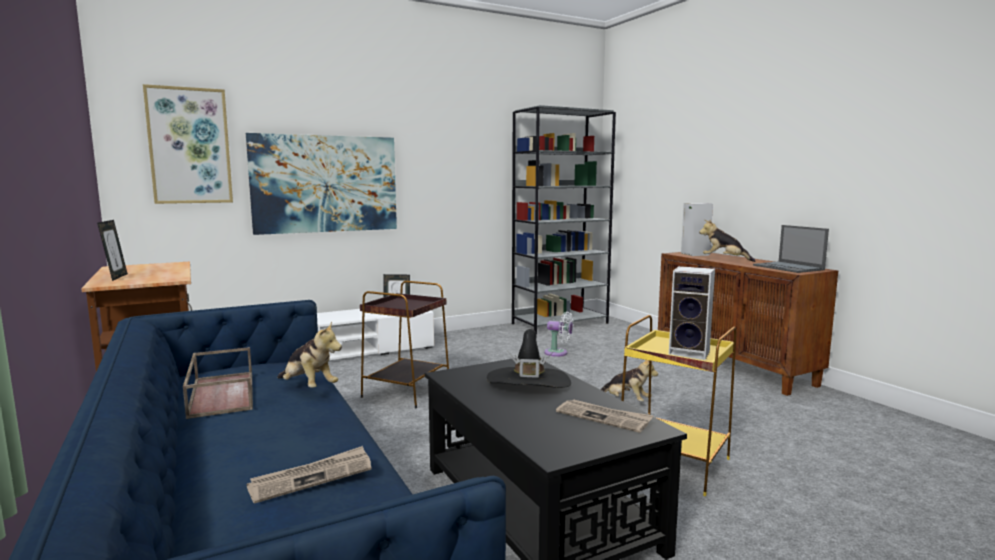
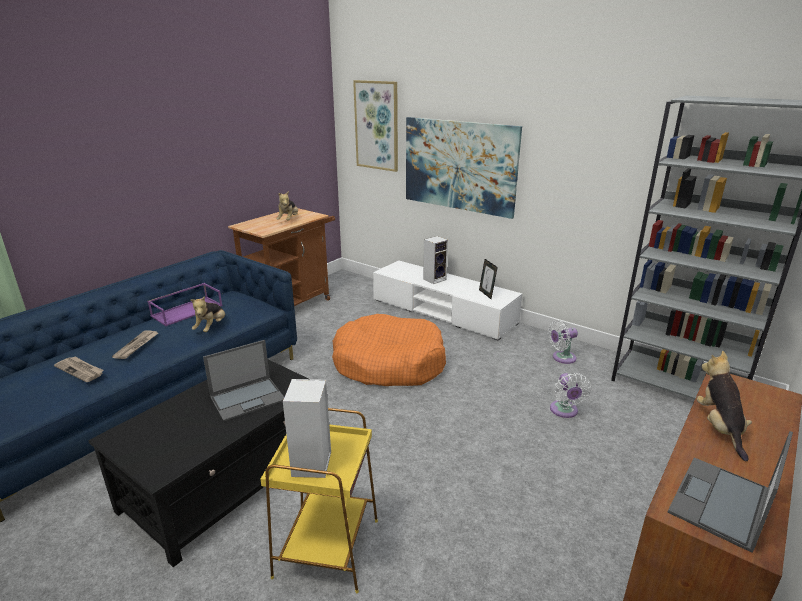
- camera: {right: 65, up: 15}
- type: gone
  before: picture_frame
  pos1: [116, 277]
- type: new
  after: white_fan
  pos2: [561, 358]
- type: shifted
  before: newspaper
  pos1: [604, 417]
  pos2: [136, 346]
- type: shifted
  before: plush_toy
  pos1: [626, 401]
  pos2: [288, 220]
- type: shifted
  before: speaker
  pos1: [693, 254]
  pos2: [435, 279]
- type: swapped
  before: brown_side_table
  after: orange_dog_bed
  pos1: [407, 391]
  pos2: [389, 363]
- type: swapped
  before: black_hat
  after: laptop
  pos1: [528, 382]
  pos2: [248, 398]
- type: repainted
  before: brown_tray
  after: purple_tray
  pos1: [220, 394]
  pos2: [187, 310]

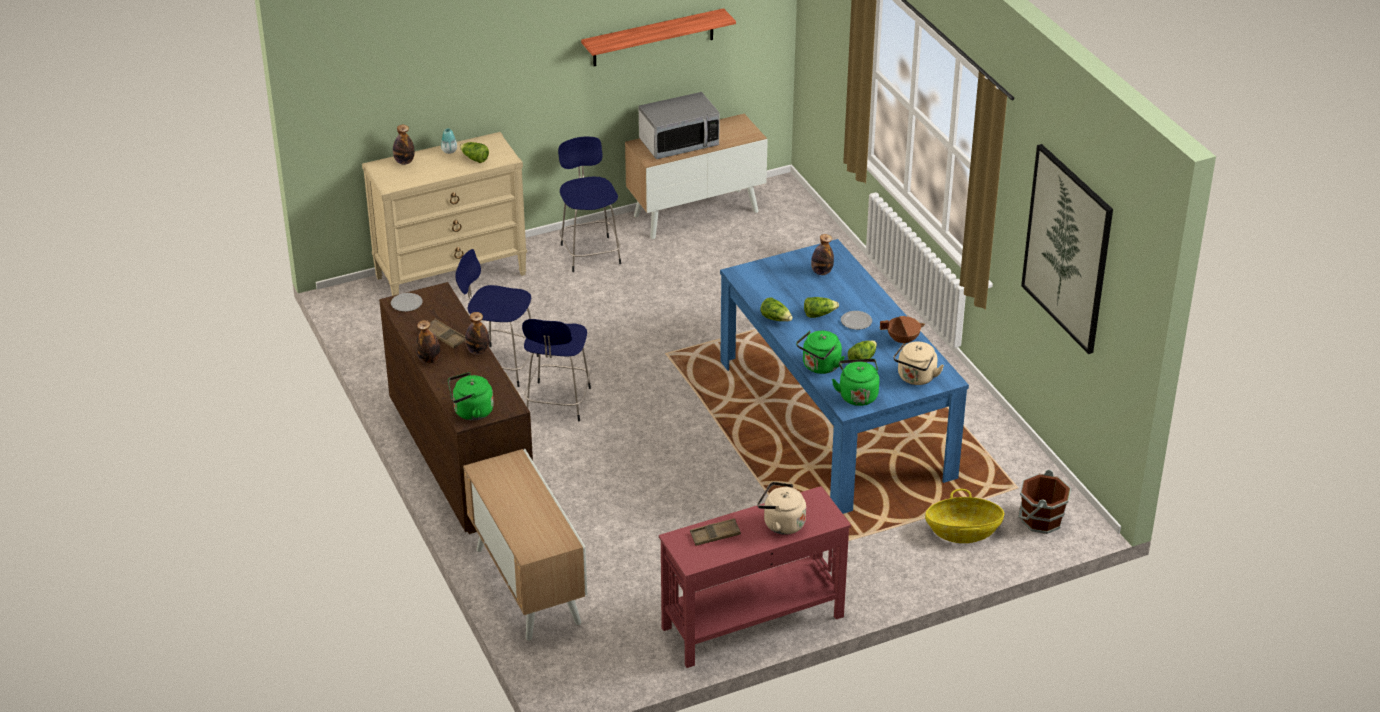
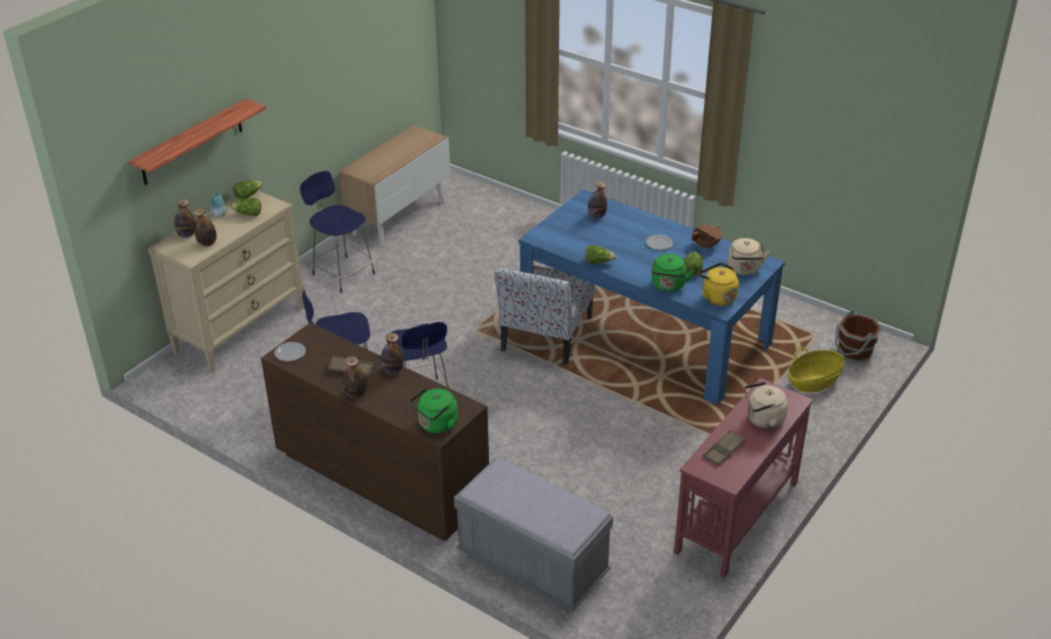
- camera: {right: -30, up: 0}
- type: gone
  before: microwave
  pos1: [679, 143]
- type: gone
  before: picture
  pos1: [1067, 248]
- type: new
  after: bottle
  pos2: [207, 243]
- type: new
  after: chair
  pos2: [545, 335]
- type: shifted
  before: shelf
  pos1: [653, 38]
  pos2: [192, 142]
- type: shifted
  before: lettuce
  pos1: [819, 314]
  pos2: [248, 195]
- type: swapped
  before: cabinet
  after: grey_bench
  pos1: [526, 585]
  pos2: [532, 565]
- type: repainted
  before: green_kettle
  after: yellow_kettle
  pos1: [857, 395]
  pos2: [717, 297]

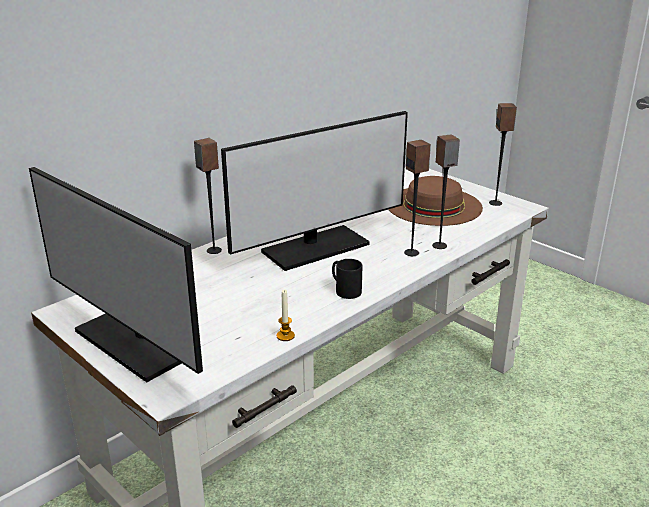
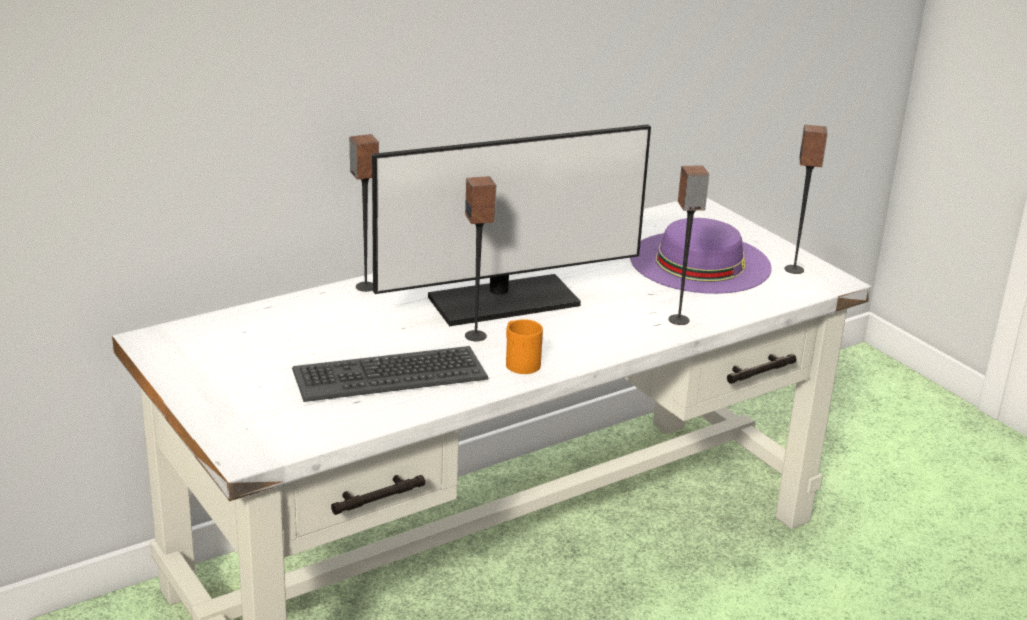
- camera: {right: 10, up: 0}
- type: gone
  before: monitor
  pos1: [134, 343]
- type: gone
  before: candle
  pos1: [285, 336]
- type: new
  after: keyboard
  pos2: [389, 374]
- type: shifted
  before: speaker
  pos1: [412, 252]
  pos2: [476, 336]
- type: repainted
  before: black_mug
  after: orange_mug
  pos1: [344, 290]
  pos2: [518, 362]
- type: repainted
  before: brown_hat
  after: purple_hat
  pos1: [434, 205]
  pos2: [700, 262]

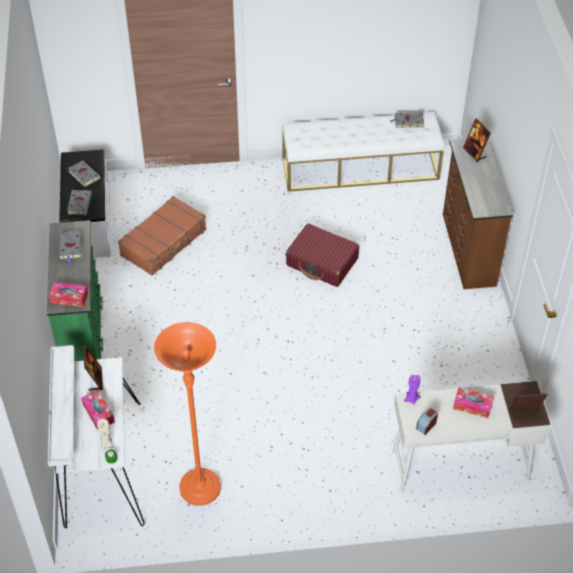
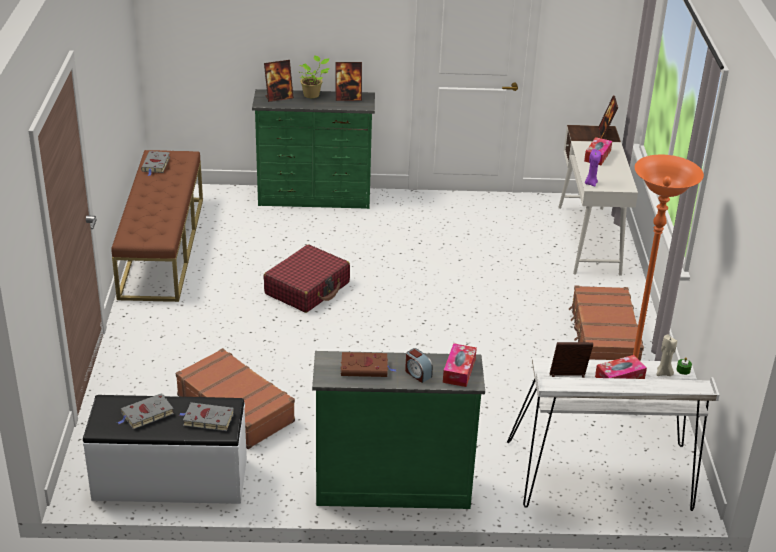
- camera: {right: -85, up: -15}
- type: new
  after: potted_plant
  pos2: [312, 95]
- type: new
  after: picture_frame
  pos2: [348, 98]
- type: new
  after: brown_suitcase
  pos2: [603, 337]
- type: shifted
  before: alarm_clock
  pos1: [426, 425]
  pos2: [417, 374]
- type: repainted
  before: grey_book
  after: brown_book
  pos1: [71, 247]
  pos2: [366, 368]
- type: repainted
  before: white_bench
  after: brown_bench
  pos1: [360, 169]
  pos2: [162, 247]
- type: repainted
  before: brown_dresser
  after: green_dresser
  pos1: [467, 250]
  pos2: [315, 199]

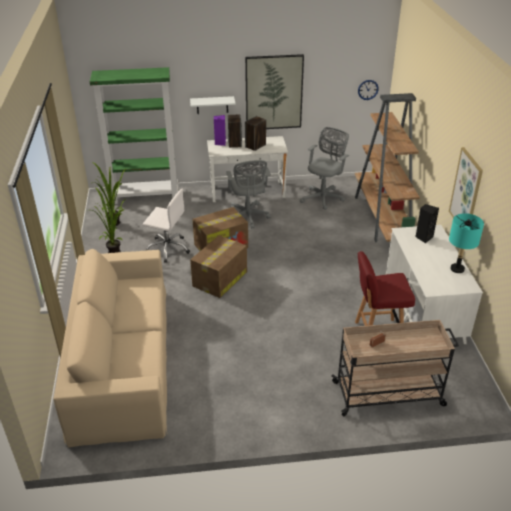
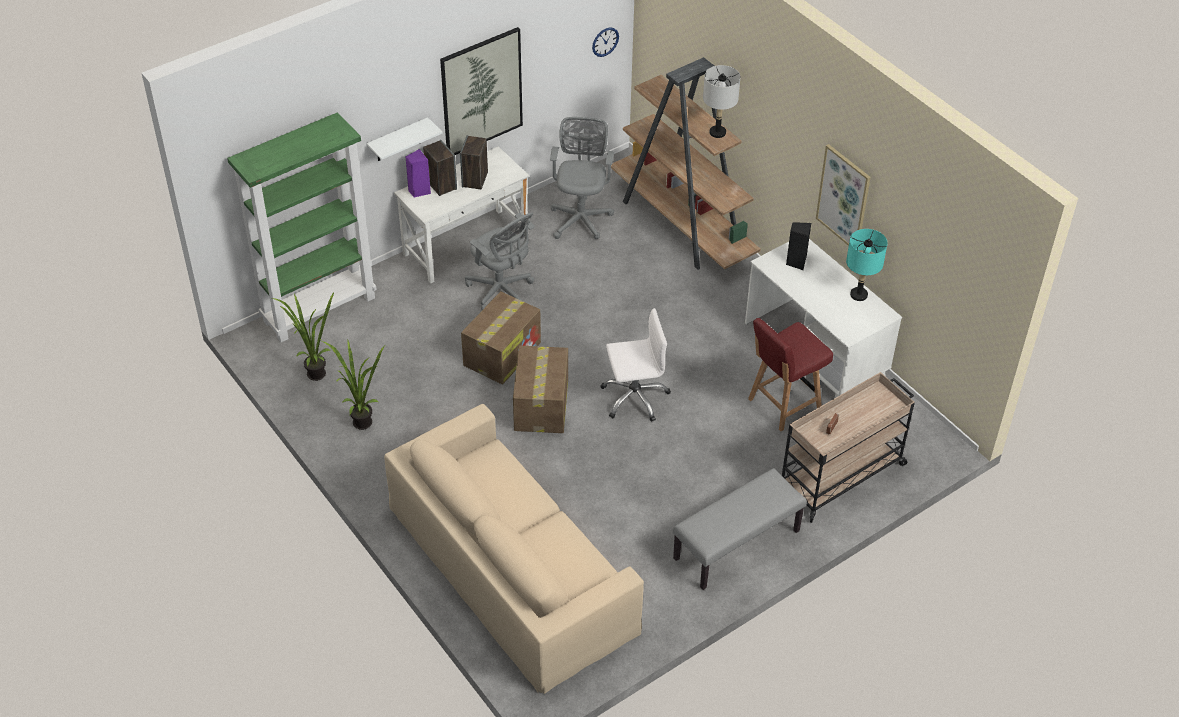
- camera: {right: -30, up: 10}
- type: new
  after: grey_bench
  pos2: [737, 545]
- type: new
  after: grey_table_lamp
  pos2: [717, 133]
- type: shifted
  before: white_office_chair
  pos1: [168, 248]
  pos2: [634, 397]

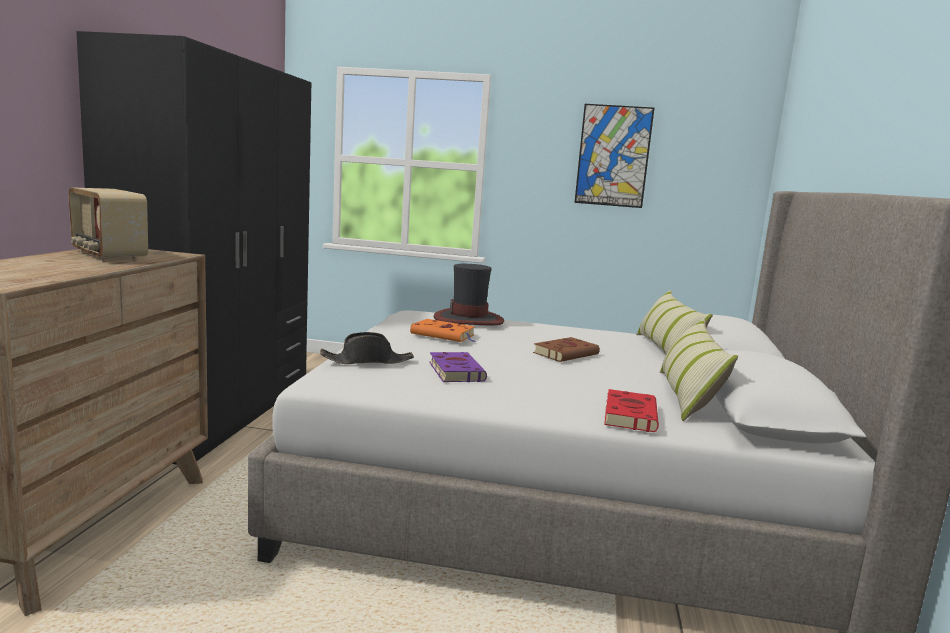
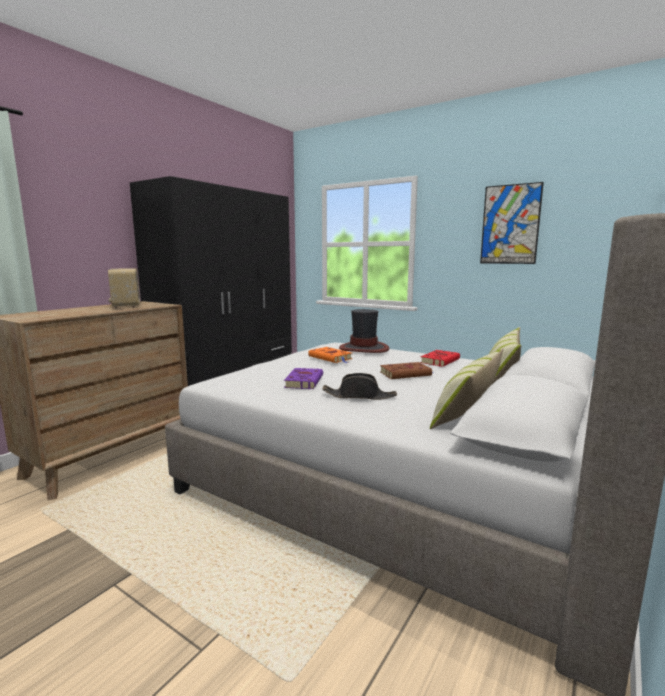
- camera: {right: 25, up: 0}
- type: shifted
  before: black_hat
  pos1: [367, 361]
  pos2: [359, 396]
- type: shifted
  before: red_book
  pos1: [629, 415]
  pos2: [440, 361]

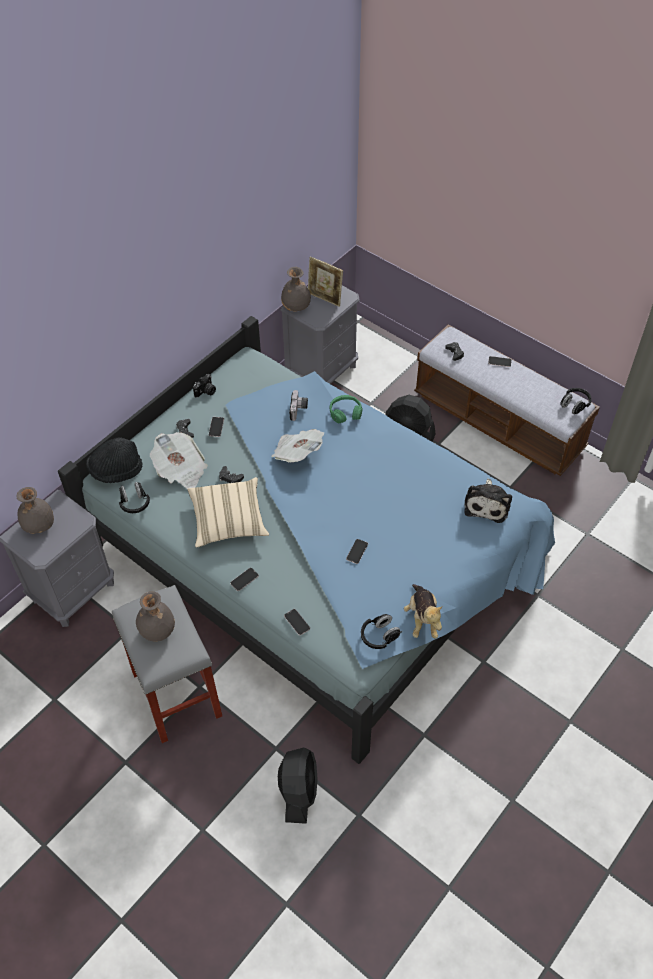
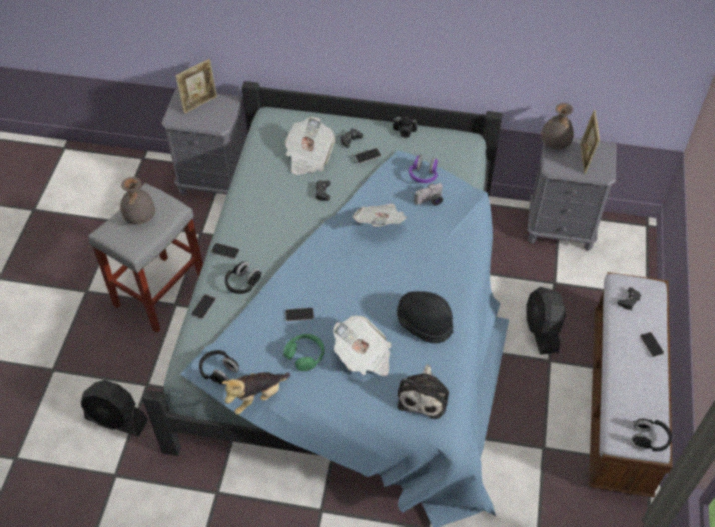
- camera: {right: 60, up: 0}
- type: gone
  before: beige_pillow
  pos1: [228, 520]
- type: new
  after: newspaper
  pos2: [363, 356]
- type: new
  after: purple_headphones
  pos2: [423, 175]
- type: shifted
  before: black_hat
  pos1: [116, 471]
  pos2: [424, 323]
- type: shifted
  before: black_headphones
  pos1: [135, 503]
  pos2: [243, 283]
- type: shifted
  before: green_headphones
  pos1: [345, 412]
  pos2: [305, 355]
- type: swapped
  before: grey_vase
  after: picture_frame
  pos1: [38, 525]
  pos2: [200, 103]
- type: rotated
  before: black_fan
  pos1: [298, 790]
  pos2: [116, 419]
  turn: 45
- type: rotated
  before: plush_toy
  pos1: [487, 504]
  pos2: [424, 395]
  turn: -60

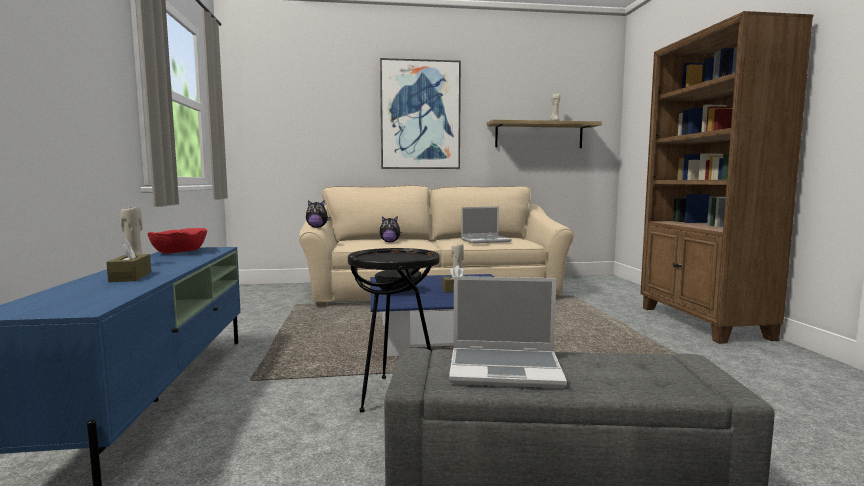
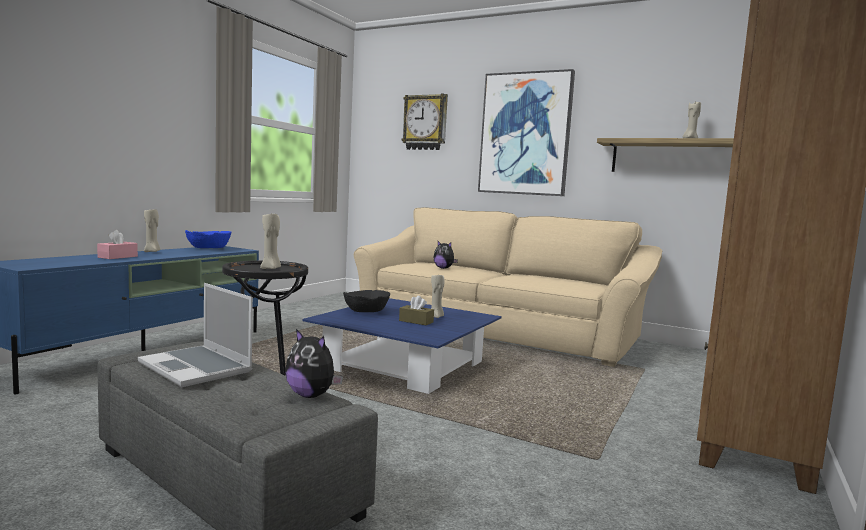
- camera: {right: 35, up: 0}
- type: gone
  before: laptop
  pos1: [485, 240]
- type: new
  after: beige_candle
  pos2: [271, 268]
- type: new
  after: wall_clock
  pos2: [425, 122]
- type: shifted
  before: plush_toy
  pos1: [317, 227]
  pos2: [311, 395]
- type: repainted
  before: brown_tissue_box
  after: pink_tissue_box
  pos1: [130, 277]
  pos2: [118, 257]
- type: repainted
  before: red_bowl
  after: blue_bowl
  pos1: [179, 252]
  pos2: [208, 248]

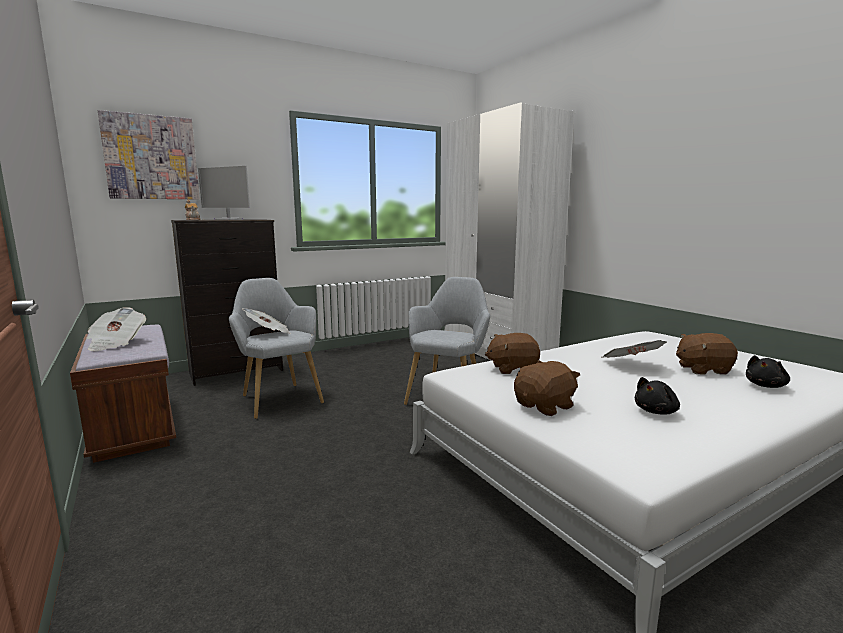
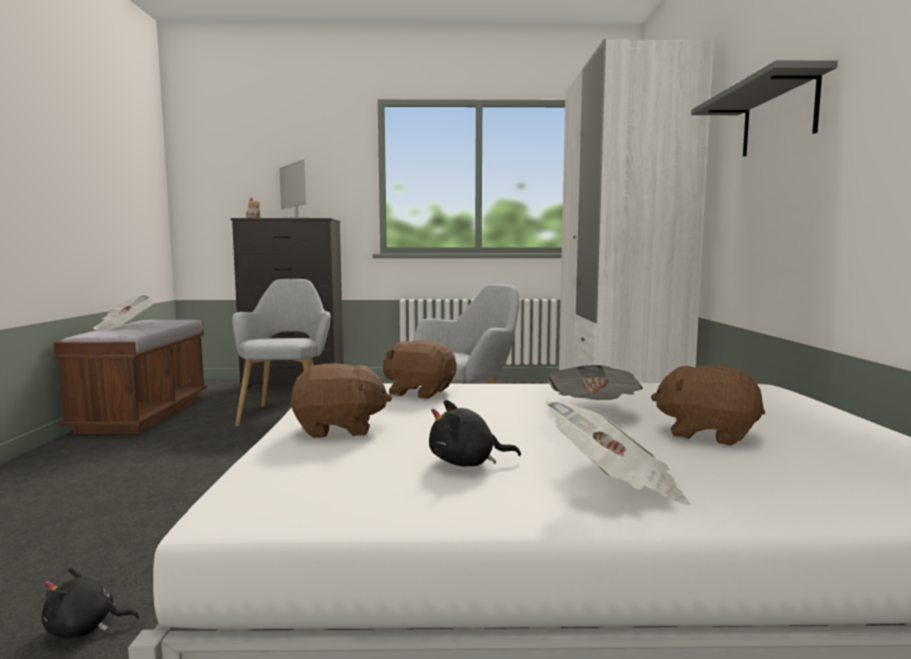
- camera: {right: 30, up: -5}
- type: gone
  before: picture
  pos1: [151, 157]
- type: new
  after: grey_shelf
  pos2: [778, 117]
- type: shifted
  before: newspaper
  pos1: [268, 333]
  pos2: [615, 486]
- type: shifted
  before: black_plush_toy
  pos1: [766, 385]
  pos2: [85, 628]

